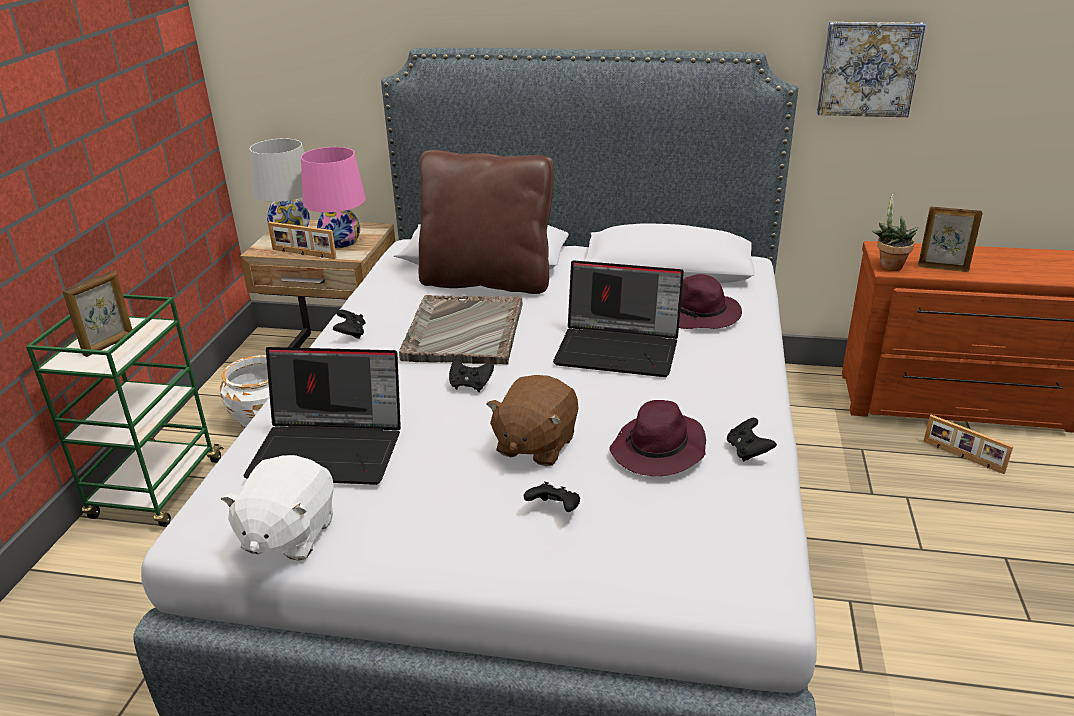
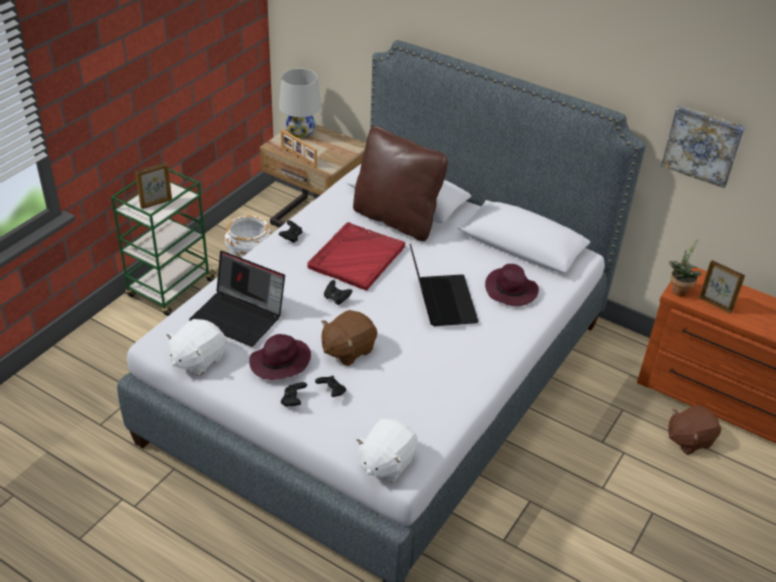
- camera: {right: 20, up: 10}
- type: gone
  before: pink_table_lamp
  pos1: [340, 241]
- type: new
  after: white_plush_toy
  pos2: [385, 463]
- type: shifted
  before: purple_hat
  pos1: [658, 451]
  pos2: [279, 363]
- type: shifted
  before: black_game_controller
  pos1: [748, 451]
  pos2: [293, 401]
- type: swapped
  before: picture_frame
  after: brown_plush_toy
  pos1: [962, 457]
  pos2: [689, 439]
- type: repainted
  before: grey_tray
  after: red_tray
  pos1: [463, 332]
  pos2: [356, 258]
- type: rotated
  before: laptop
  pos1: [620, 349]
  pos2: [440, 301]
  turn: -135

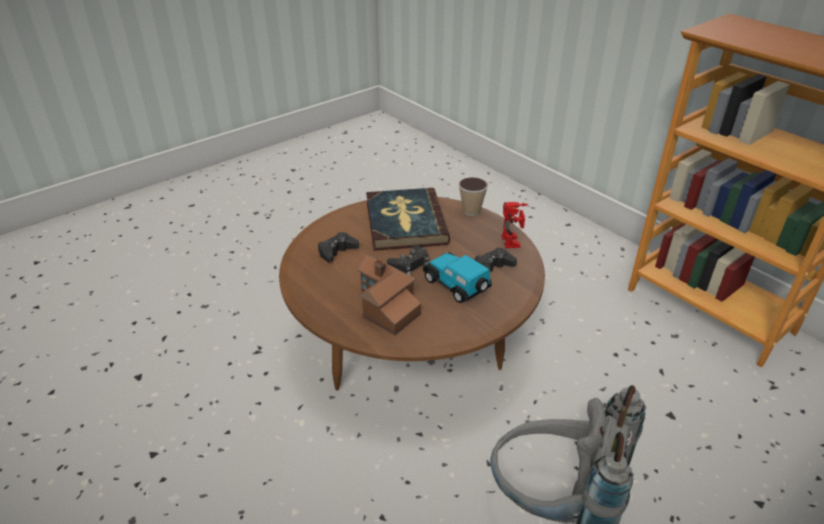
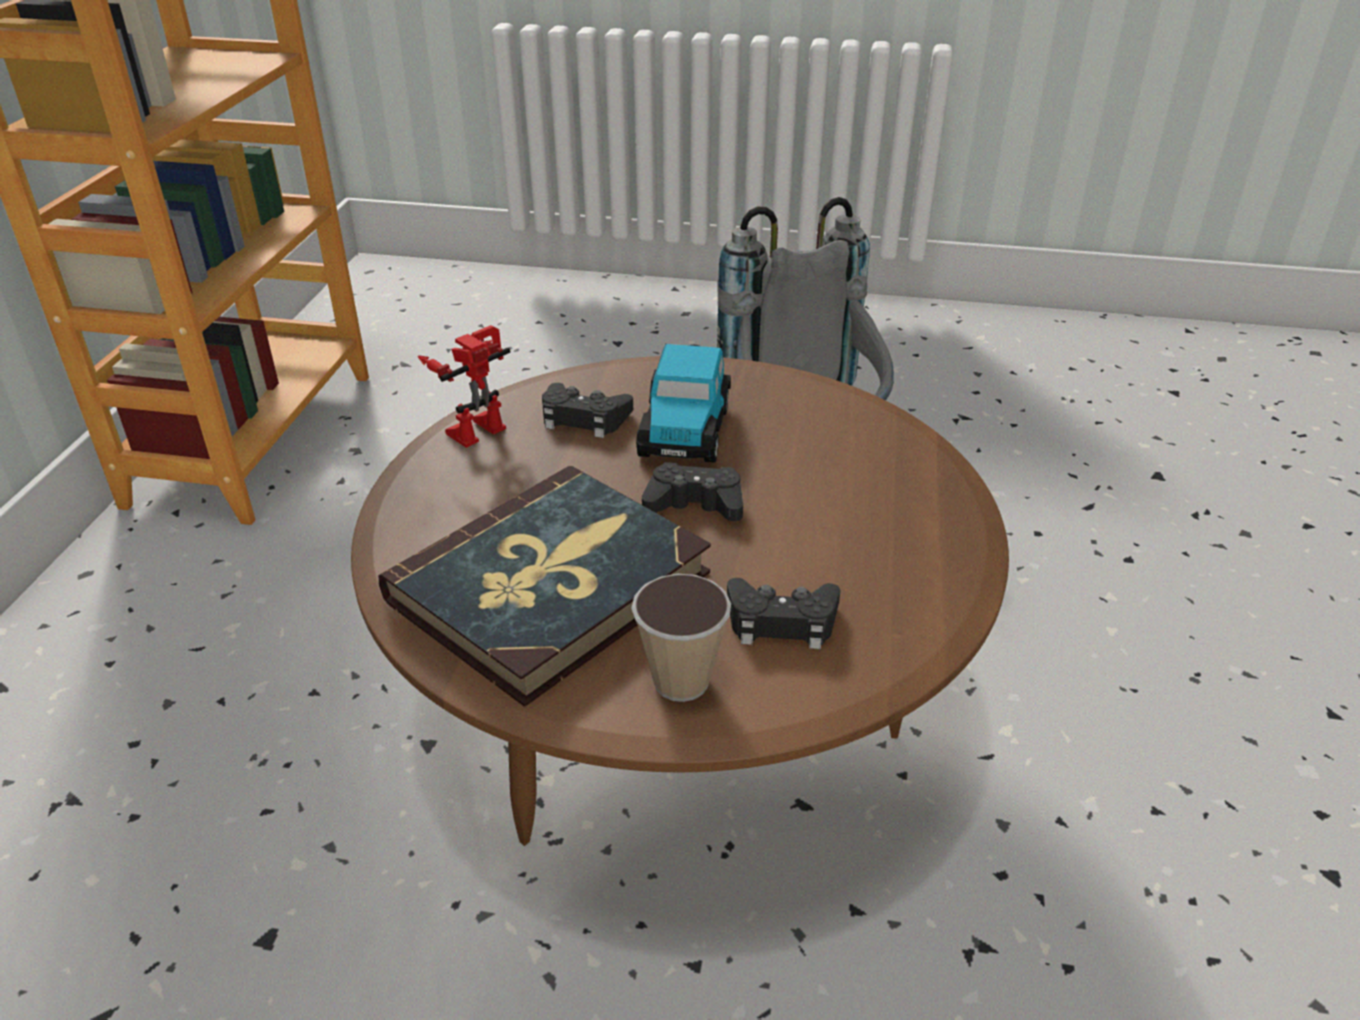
- camera: {right: -130, up: 0}
- type: gone
  before: toy_house
  pos1: [386, 306]
- type: shifted
  before: cup
  pos1: [471, 211]
  pos2: [681, 681]

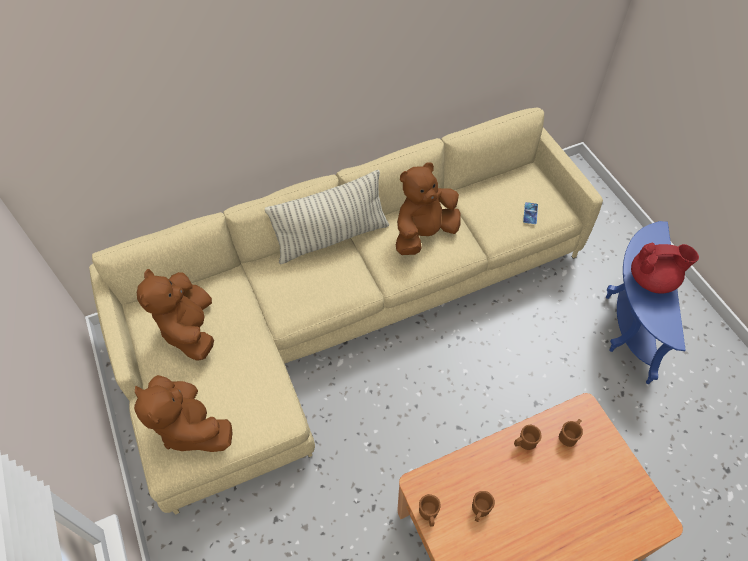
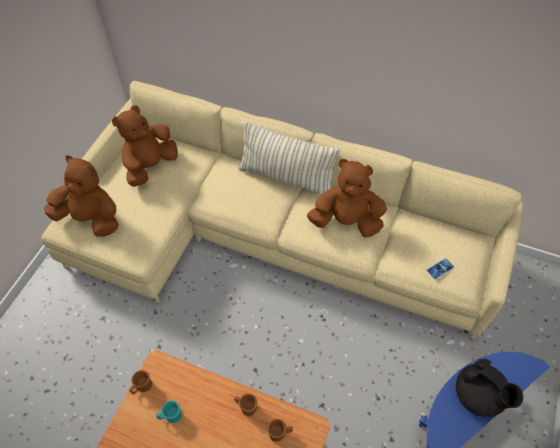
- camera: {right: 45, up: 0}
- type: repainted
  before: brown_mug
  after: turquoise_mug
  pos1: [479, 511]
  pos2: [171, 416]
- type: repainted
  before: red_teapot
  after: black_teapot
  pos1: [653, 280]
  pos2: [478, 395]
- type: rotated
  before: brown_plush_toy
  pos1: [191, 427]
  pos2: [91, 219]
  turn: 105

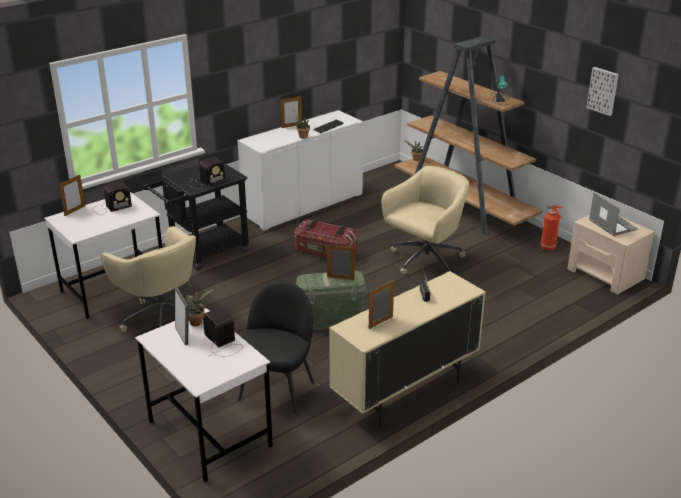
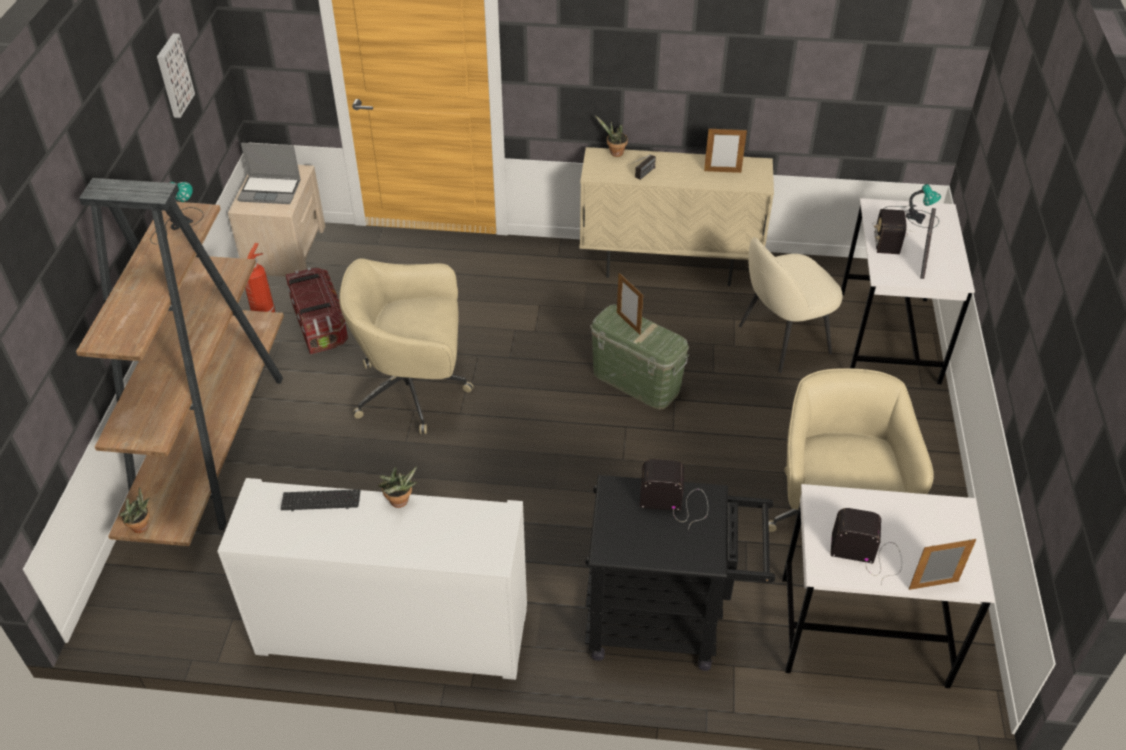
- camera: {right: -135, up: 15}
- type: gone
  before: picture_frame
  pos1: [291, 126]
- type: new
  after: table_lamp
  pos2: [913, 216]
- type: shifted
  before: potted_plant
  pos1: [197, 322]
  pos2: [614, 153]
- type: shifted
  before: storage_box
  pos1: [325, 252]
  pos2: [319, 324]
- type: repainted
  before: black_chair
  after: beige_chair
  pos1: [277, 389]
  pos2: [781, 340]
- type: rotated
  before: laptop
  pos1: [611, 225]
  pos2: [271, 190]
  turn: -105

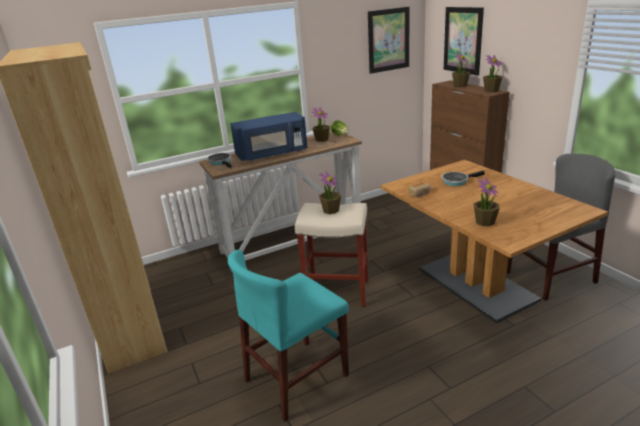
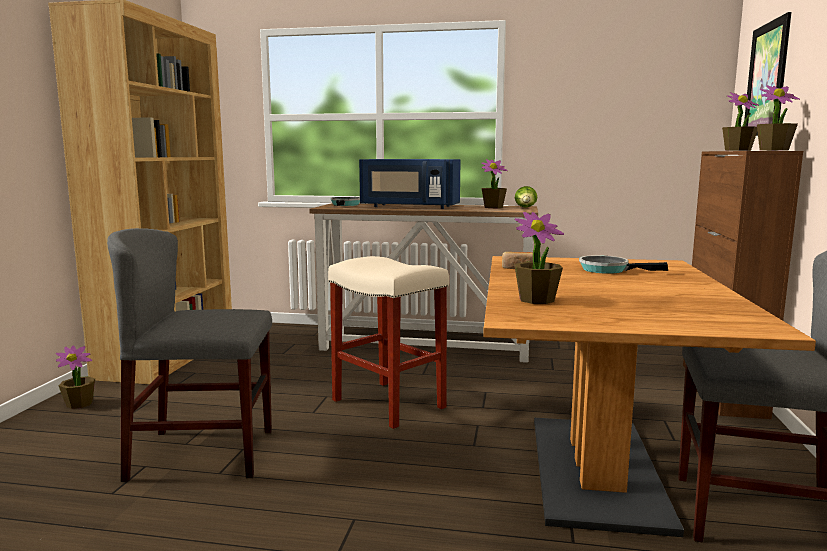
- camera: {right: 35, up: -15}
- type: gone
  before: picture
  pos1: [388, 40]
- type: shifted
  before: potted_plant
  pos1: [330, 210]
  pos2: [79, 404]
- type: repainted
  before: turquoise_chair
  after: grey_chair
  pos1: [297, 377]
  pos2: [203, 454]

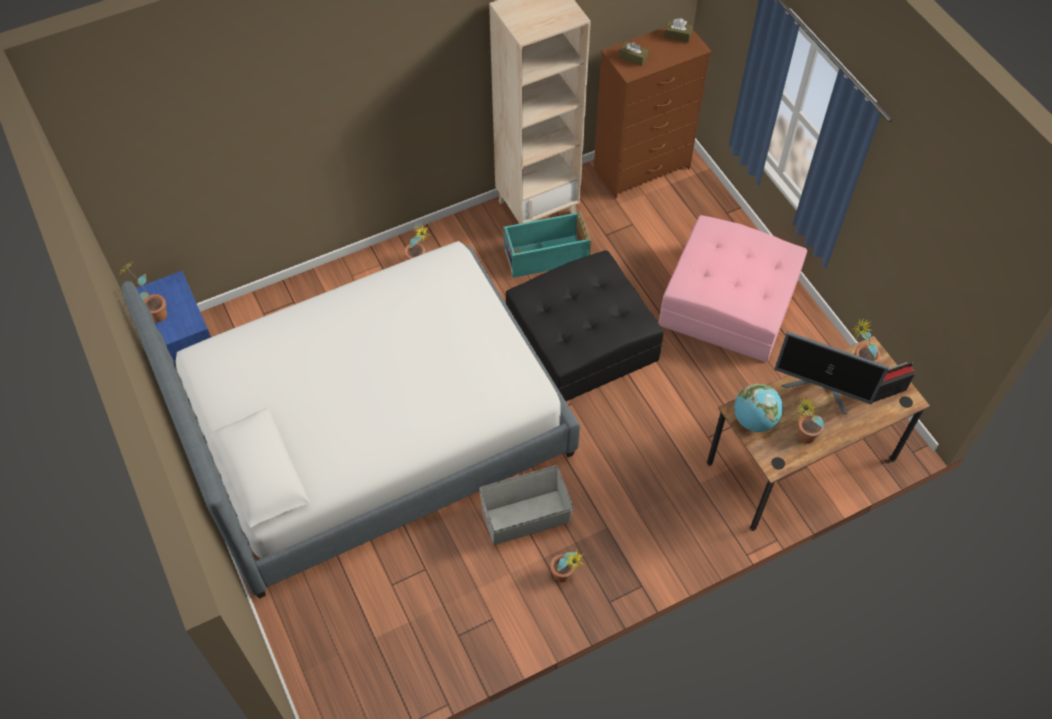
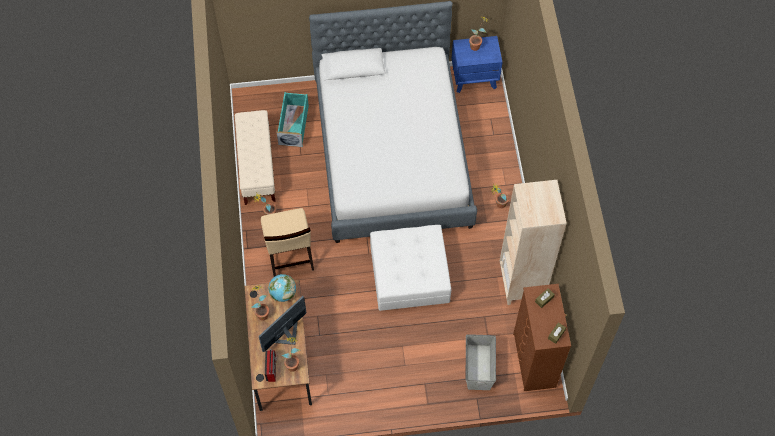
- camera: {right: 110, up: 5}
- type: gone
  before: pink_ottoman
  pos1: [728, 302]
- type: new
  after: beige_bench
  pos2: [257, 167]
- type: new
  after: beige_chair
  pos2: [289, 256]
- type: shifted
  before: grey_storage_box
  pos1: [526, 517]
  pos2: [478, 367]
- type: shifted
  before: turquoise_storage_box
  pos1: [545, 256]
  pos2: [293, 125]
- type: repainted
  before: black_ottoman
  after: white_ottoman
  pos1: [581, 339]
  pos2: [410, 274]

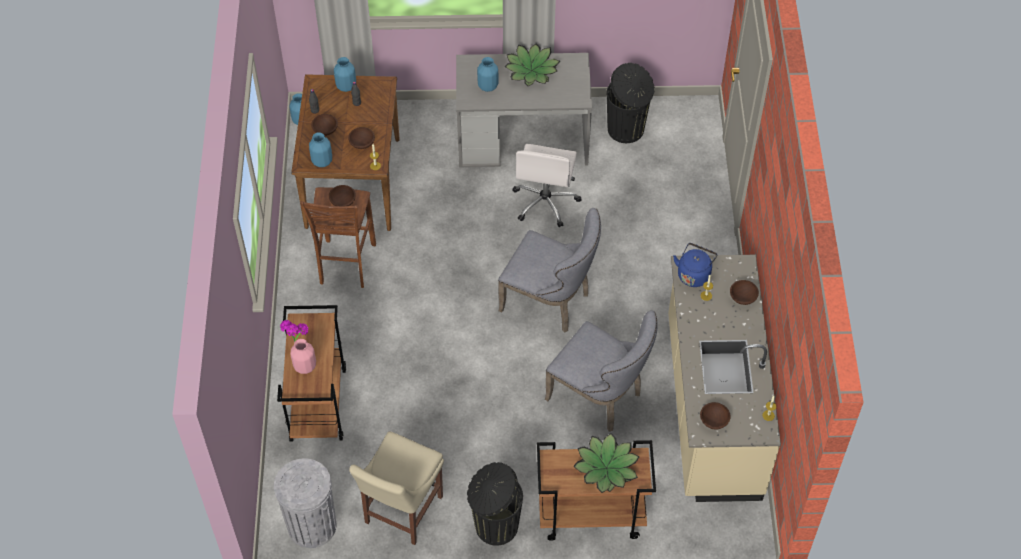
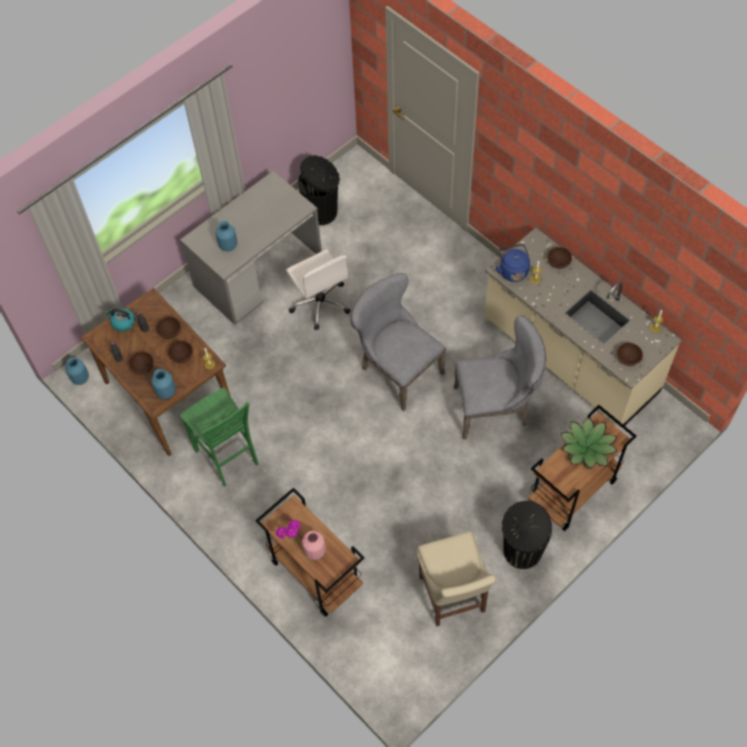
- camera: {right: -40, up: 5}
- type: gone
  before: grey_trash_can
  pos1: [312, 525]
- type: gone
  before: potted_plant
  pos1: [531, 70]
- type: shifted
  before: brown_bowl
  pos1: [343, 201]
  pos2: [170, 331]
- type: swapped
  before: blue_vase
  after: kettle
  pos1: [346, 86]
  pos2: [123, 323]
- type: repainted
  before: brown_stool
  after: green_stool
  pos1: [345, 265]
  pos2: [228, 458]
- type: rotated
  before: grey_chair
  pos1: [551, 302]
  pos2: [396, 369]
  turn: -120

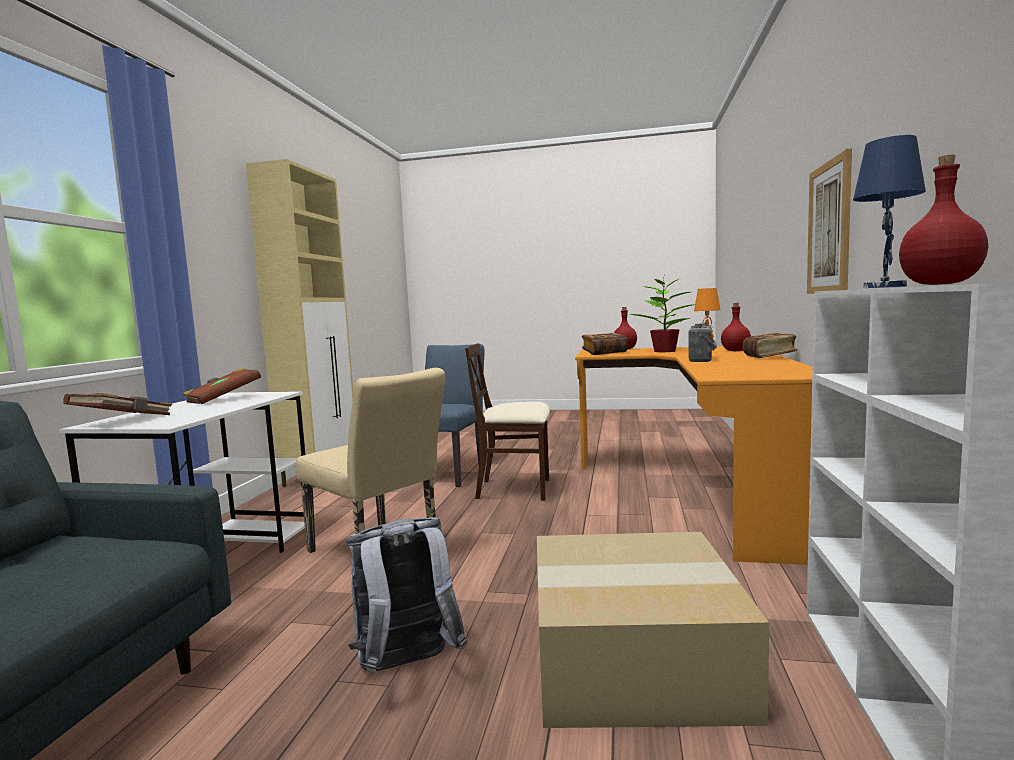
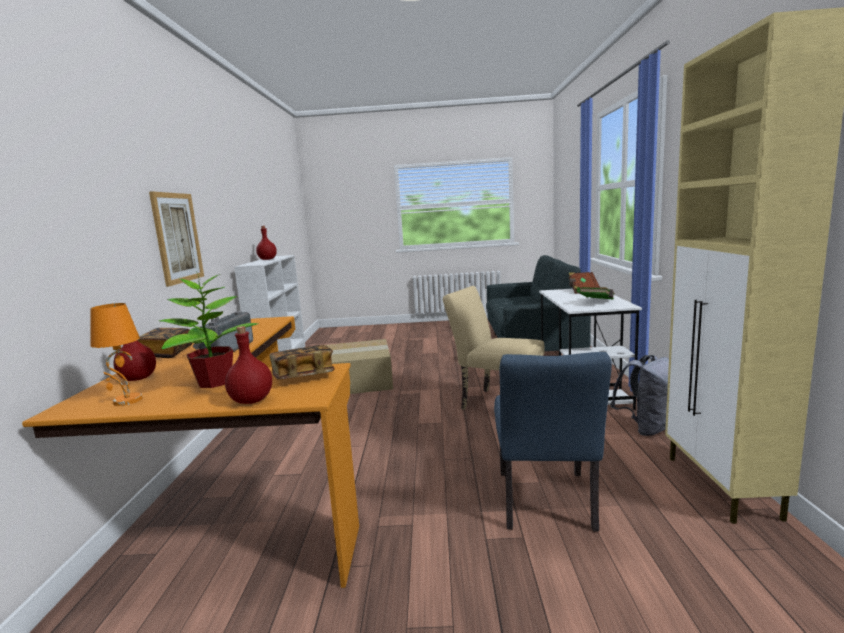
- camera: {right: 170, up: 5}
- type: gone
  before: beige_chair
  pos1: [515, 489]
- type: gone
  before: blue_table_lamp
  pos1: [885, 287]
- type: shifted
  before: grey_backpack
  pos1: [407, 667]
  pos2: [648, 428]
- type: repainted
  before: brown_book
  after: green_book
  pos1: [223, 399]
  pos2: [597, 302]

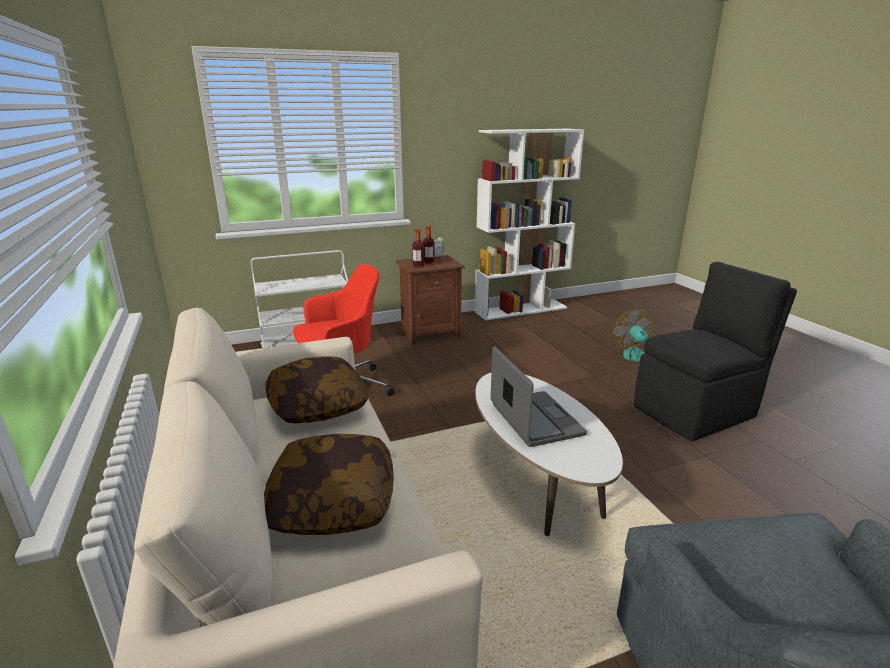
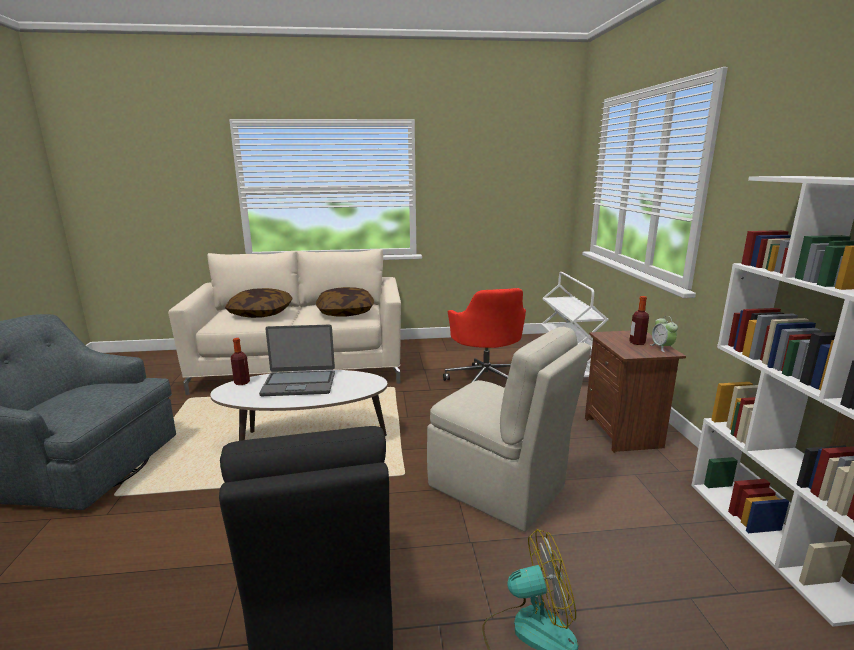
- camera: {right: 105, up: -5}
- type: new
  after: beige_chair
  pos2: [499, 488]
- type: shifted
  before: bottle
  pos1: [418, 266]
  pos2: [242, 382]

